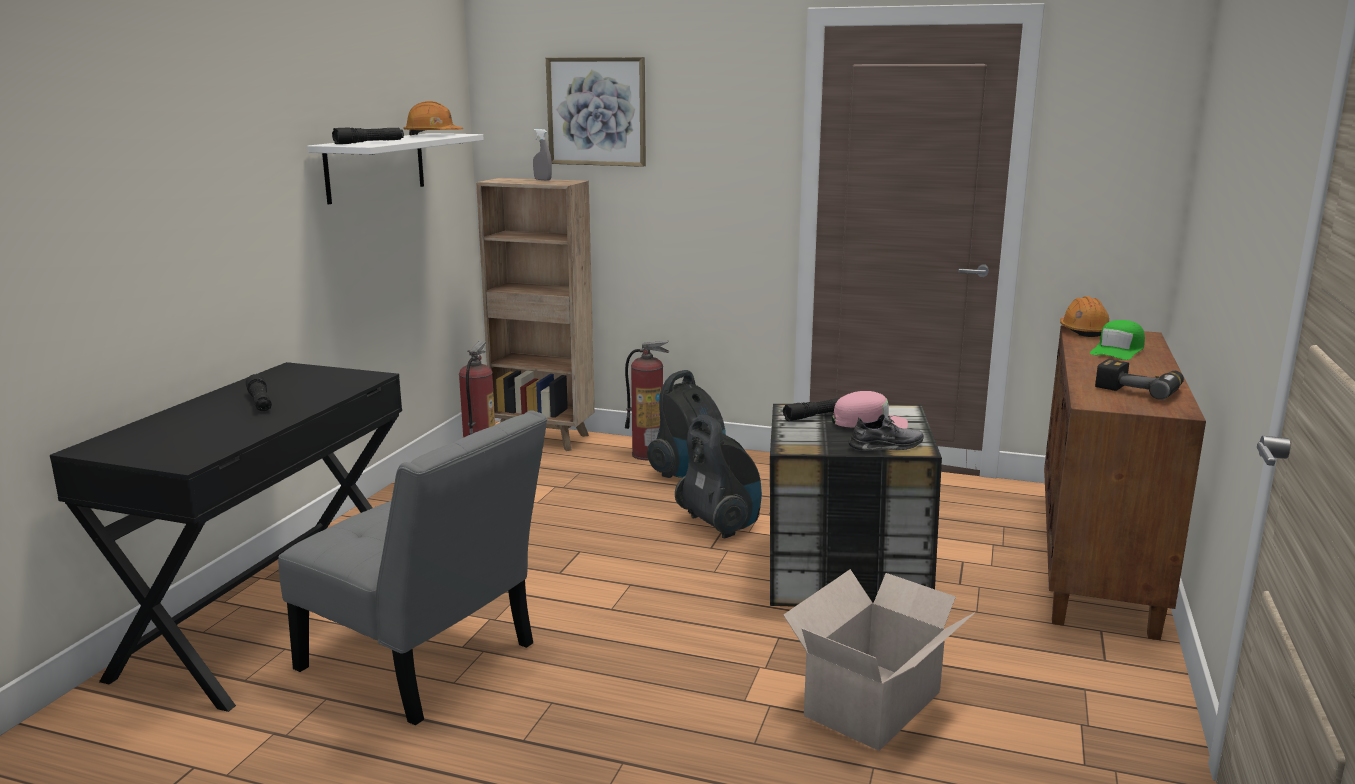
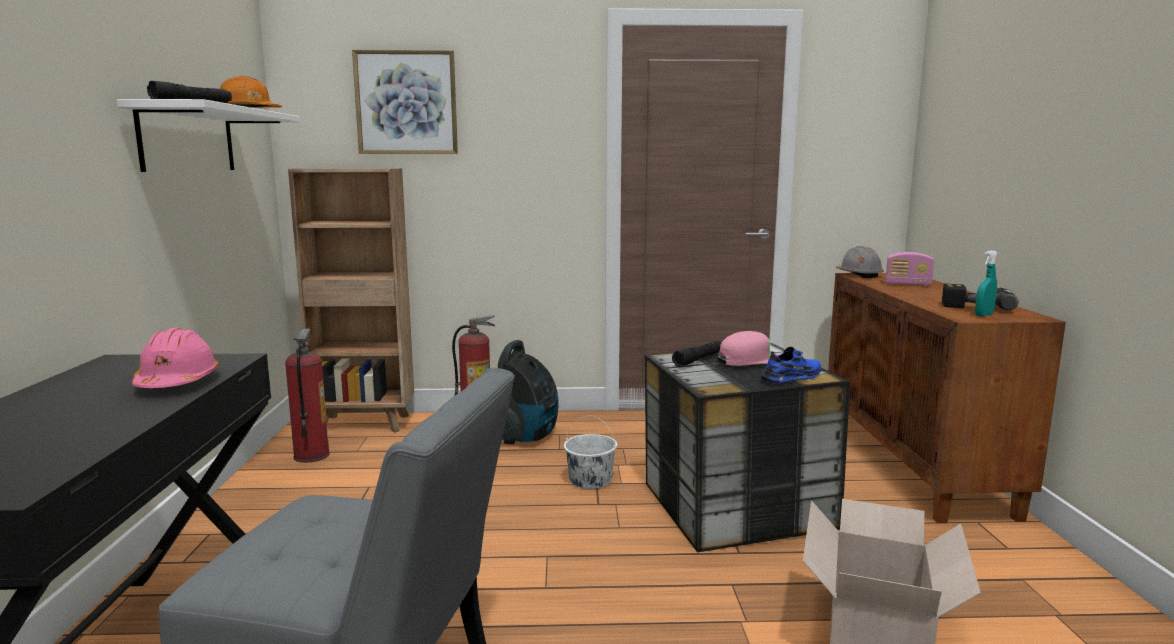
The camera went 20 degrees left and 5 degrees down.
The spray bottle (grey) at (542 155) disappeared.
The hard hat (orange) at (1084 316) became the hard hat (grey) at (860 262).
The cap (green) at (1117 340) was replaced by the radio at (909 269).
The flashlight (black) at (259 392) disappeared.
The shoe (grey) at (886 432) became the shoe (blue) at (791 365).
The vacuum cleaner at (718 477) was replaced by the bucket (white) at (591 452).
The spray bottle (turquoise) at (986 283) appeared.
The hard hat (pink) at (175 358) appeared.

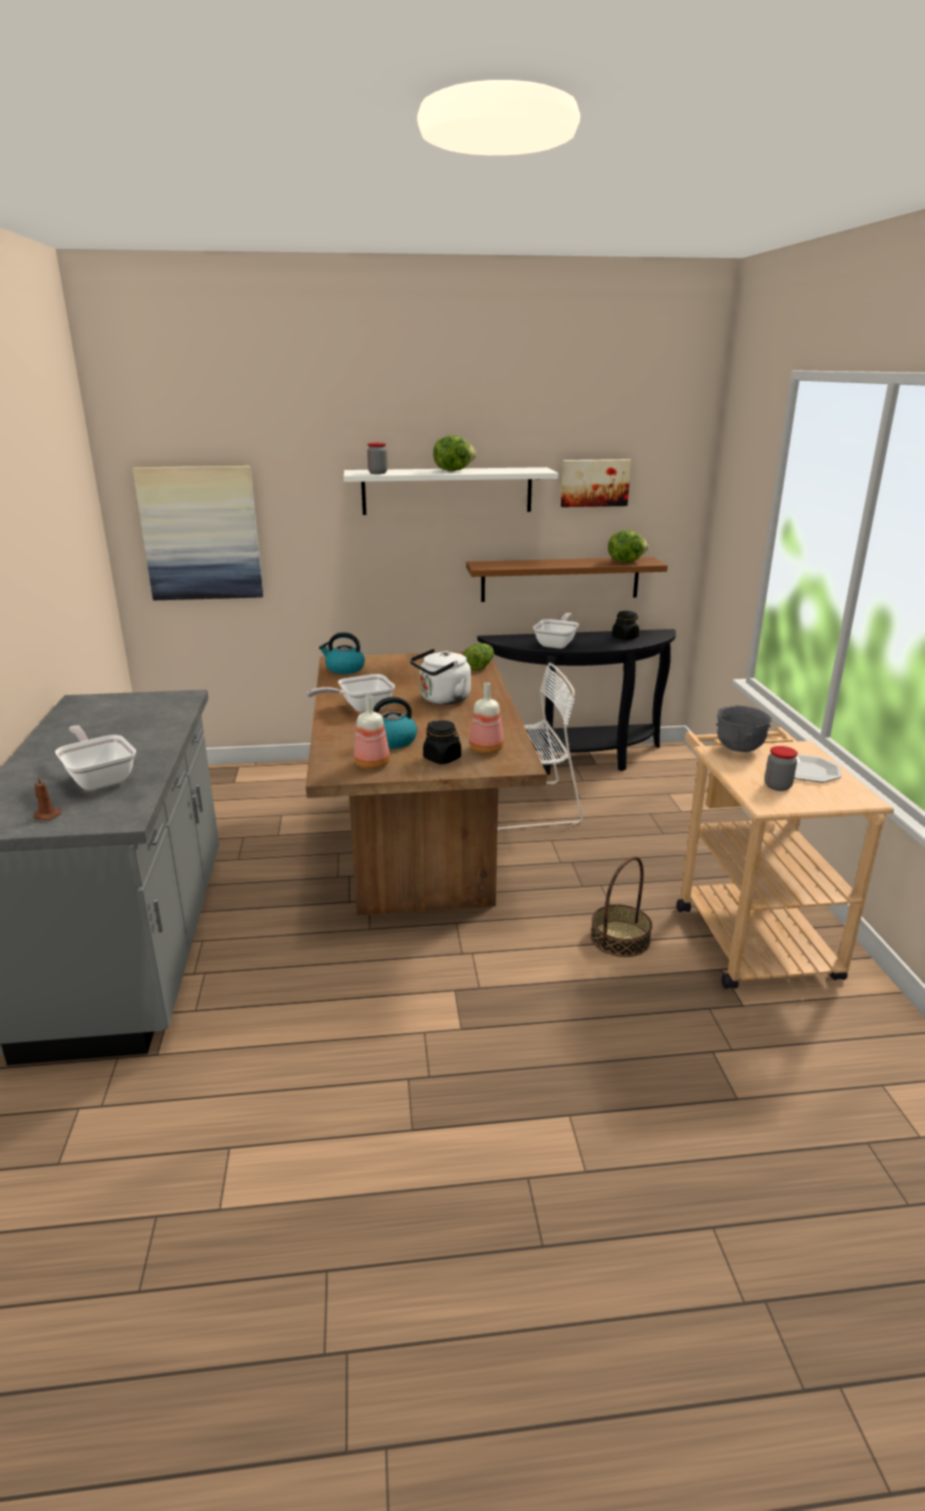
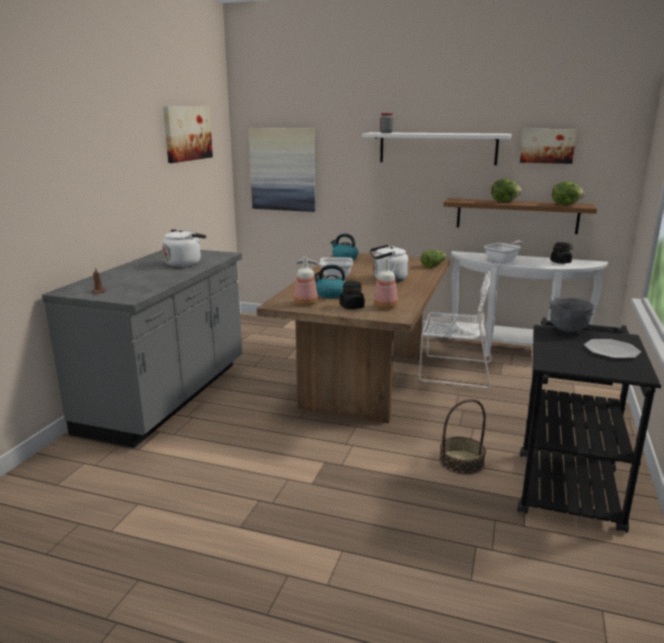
The camera went 25 degrees right and 5 degrees down.
The lettuce moved from (454 453) to (506 190).
The console table (black) at (576 702) became the console table (white) at (528 304).
The frying pan at (95 757) disappeared.
The cart (beige) at (785 858) became the cart (black) at (589 425).
The jar at (781 768) disappeared.
The picture at (188 134) appeared.
The kettle (white) at (184 248) appeared.

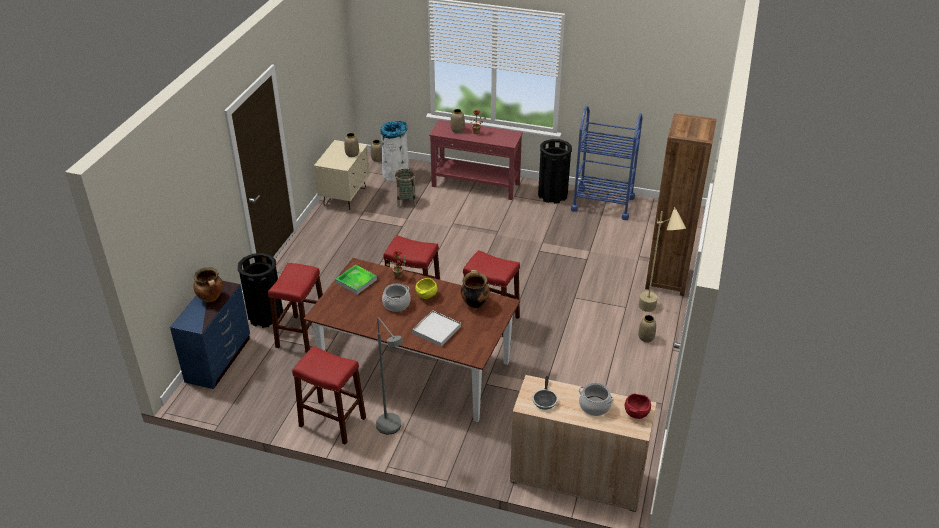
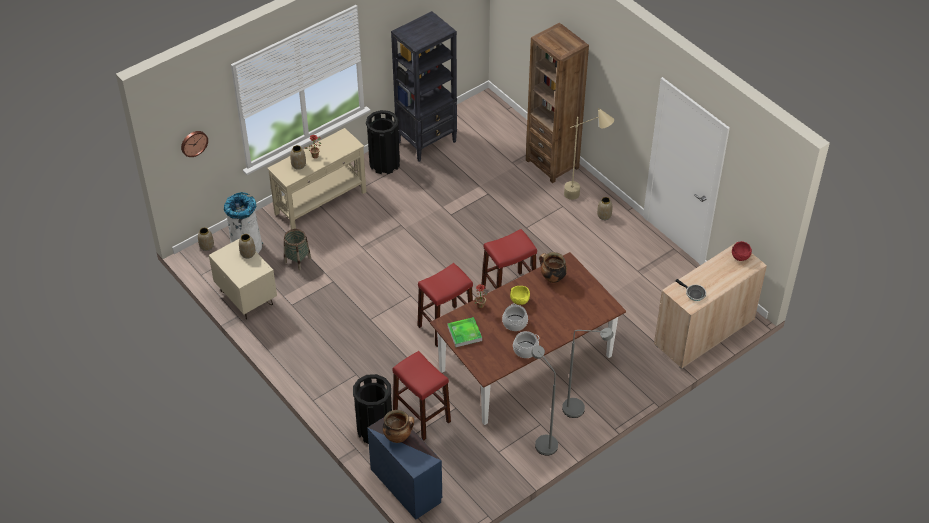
The camera went 55 degrees left and 10 degrees up.
The cart (blue) at (607 163) was replaced by the bookcase (black) at (424 86).
The console table (red) at (476 160) became the console table (beige) at (316 178).
The tray (white) at (436 328) disappeared.
The stool (red) at (329 395) was replaced by the floor lamp (grey) at (544 400).
The cooking pot moved from (596 399) to (526 344).
The wall clock at (194 144) appeared.

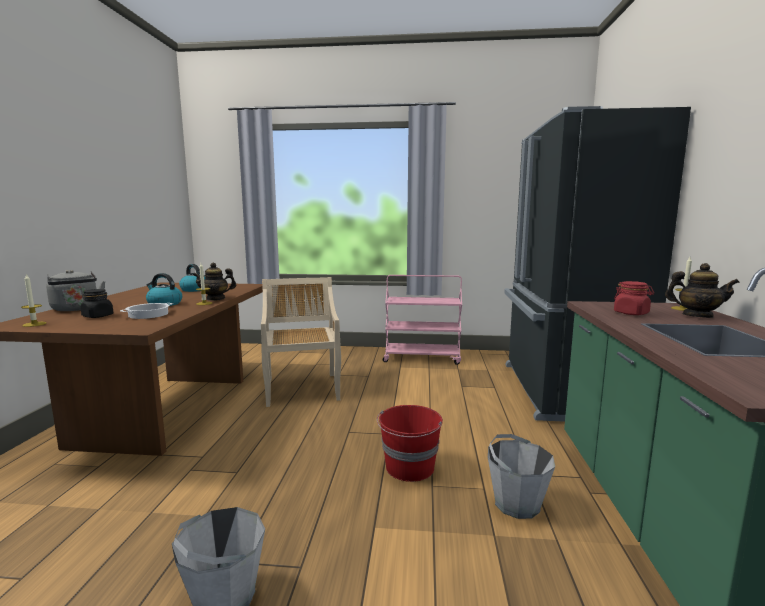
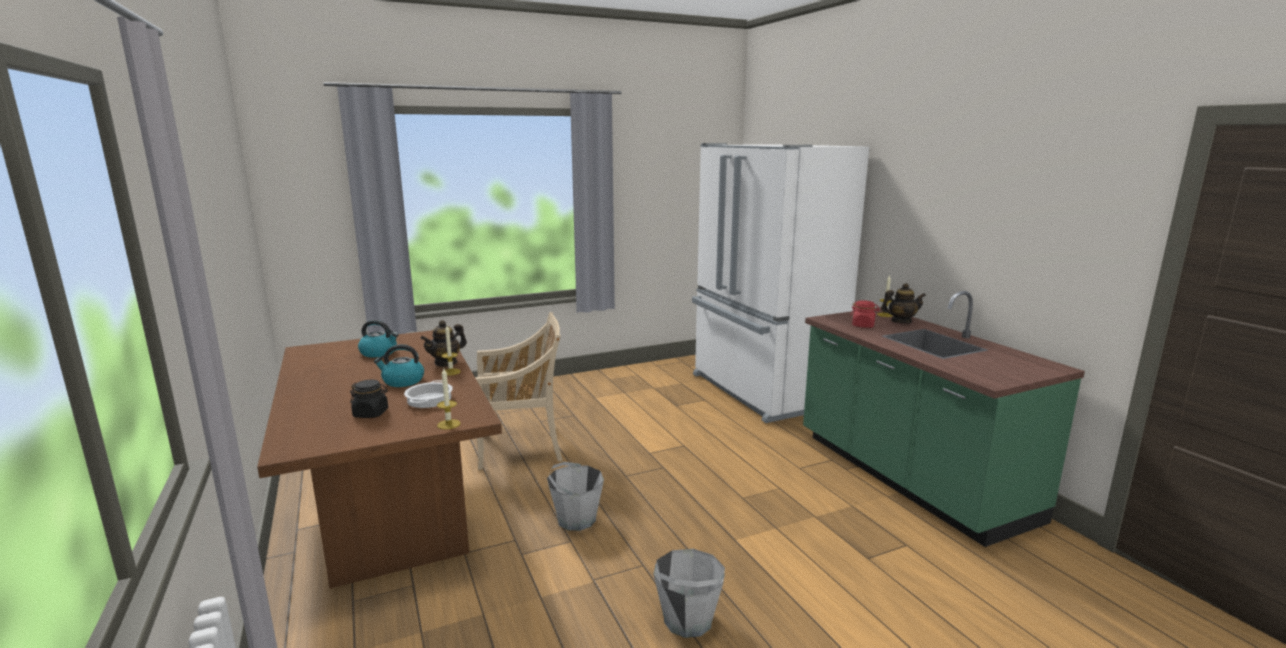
The camera went 30 degrees left and 5 degrees up.
The fridge (black) at (597 264) became the fridge (white) at (780 283).
The kettle (grey) at (76 290) disappeared.
The candle moved from (33 300) to (449 399).
The cart (pink) at (422 320) disappeared.
The chair (beige) at (301 342) turned 120 degrees clockwise.
The bucket (red) at (410 443) disappeared.
The bucket (grey) moved from (521 476) to (575 496).

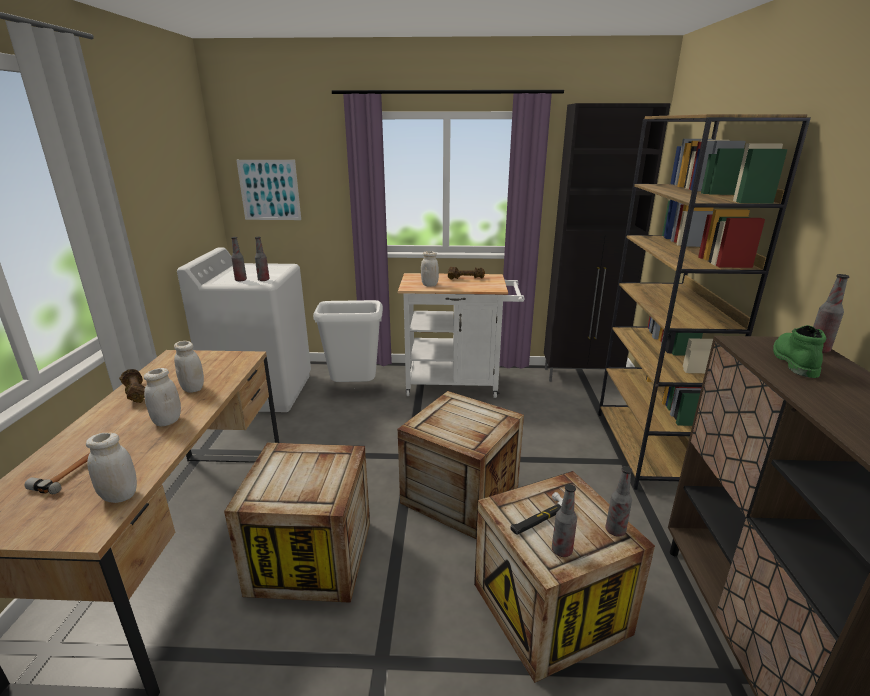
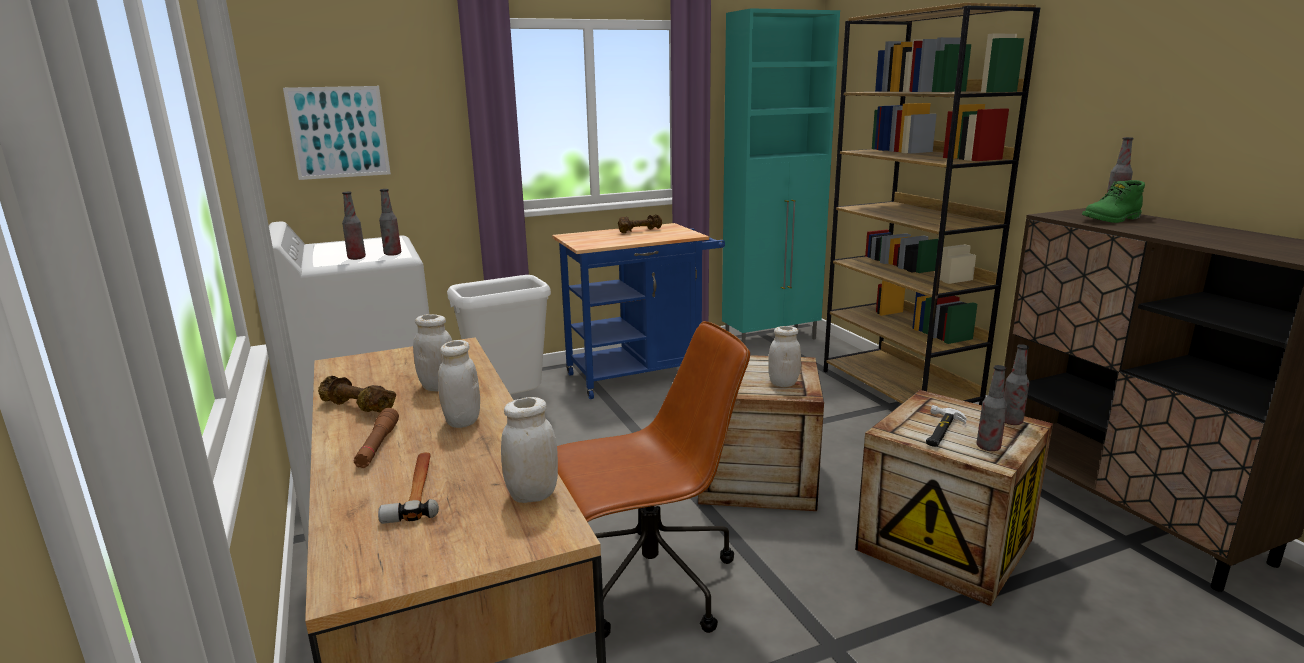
The camera went 25 degrees left and 5 degrees down.
The cabinet (black) at (607 242) became the cabinet (turquoise) at (781 176).
The jar (white) moved from (430 269) to (784 356).
The cart (white) at (461 335) became the cart (blue) at (638 311).
The boot (green) at (799 351) turned 105 degrees counterclockwise.
The crate at (297 523) was replaced by the office chair (brown) at (653 479).
The flashlight (brown) at (376 438) appeared.

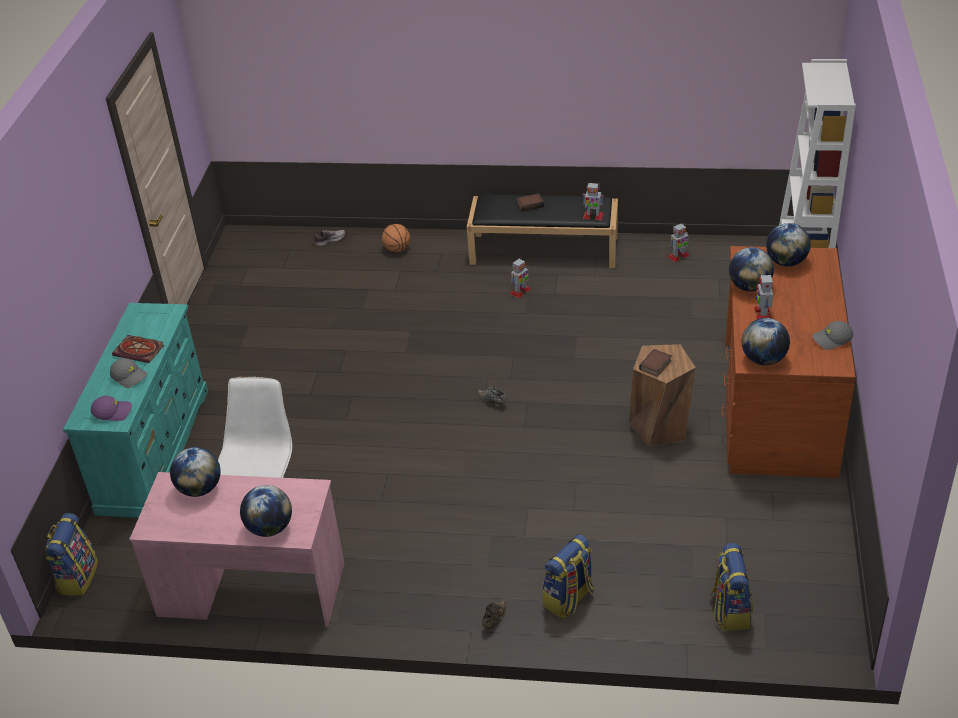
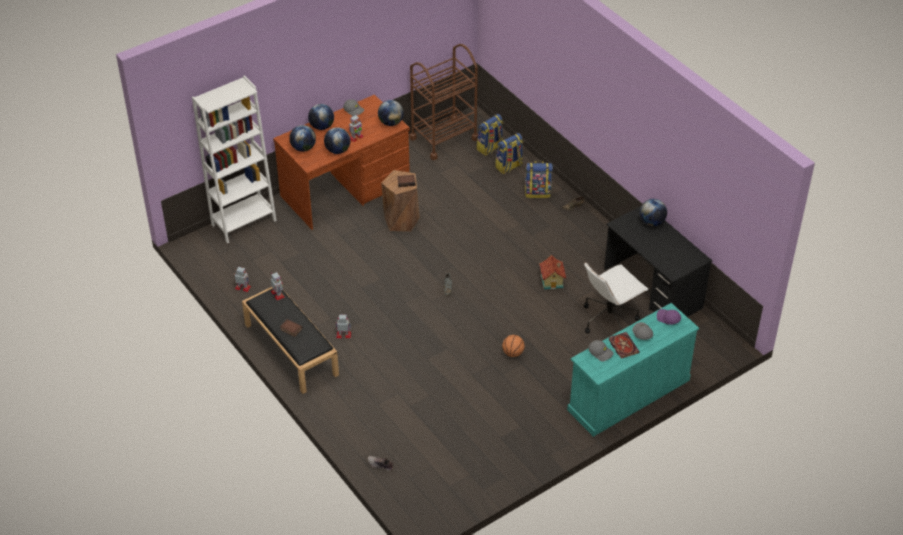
The camera went 135 degrees left and 5 degrees up.
The basketball moved from (396 238) to (513 346).
The globe moved from (195 472) to (321 117).
The desk (pink) at (236 549) became the desk (black) at (658 261).
The backpack moved from (71 554) to (509 153).
The cart (brown) at (443 102) appeared.
The toy house at (552 272) appeared.
The cap (grey) at (601 351) appeared.

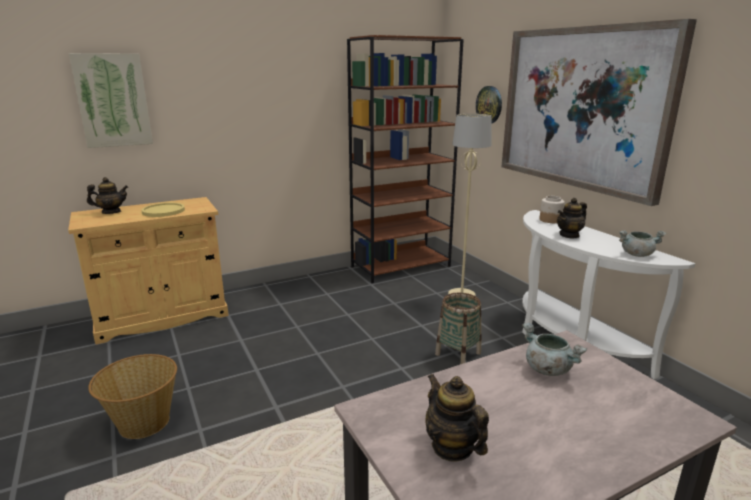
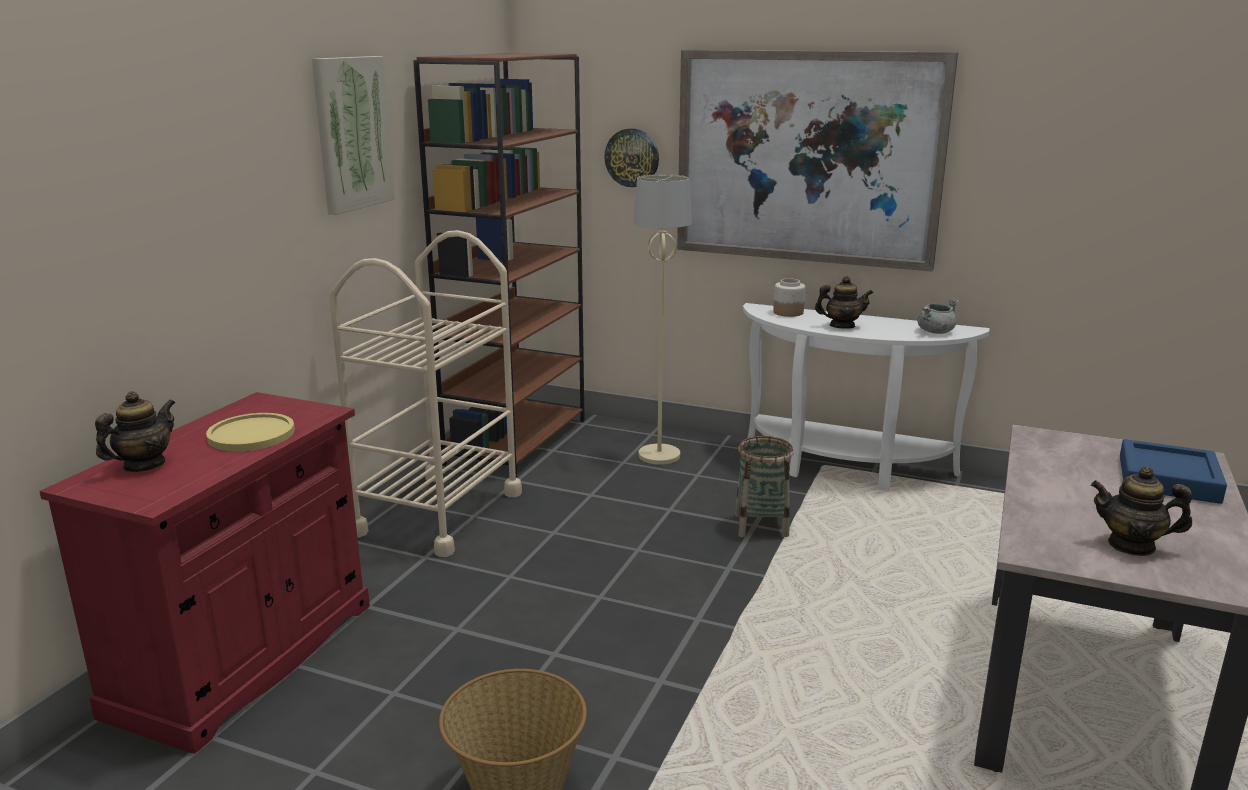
The camera went 40 degrees left and 0 degrees up.
The picture moved from (111 100) to (353 135).
The cabinet (beige) at (148 270) became the cabinet (red) at (204 573).
The teapot at (572 218) turned 105 degrees counterclockwise.
The cooking pot (grey) at (554 349) disappeared.
The cart (beige) at (425 393) appeared.
The tray (blue) at (1173 471) appeared.

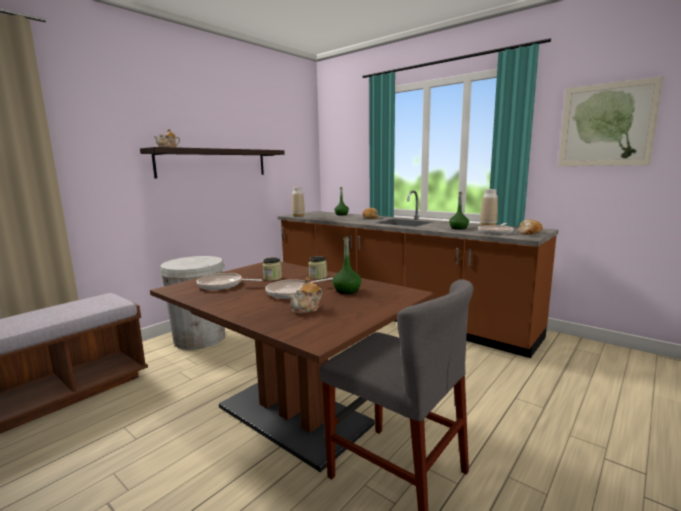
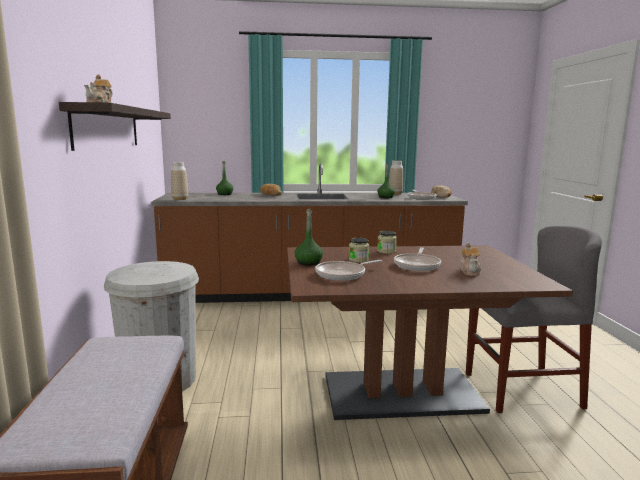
The camera went 45 degrees left and 0 degrees up.
The picture at (611 121) disappeared.
The bottle (green) moved from (347 265) to (309 237).

